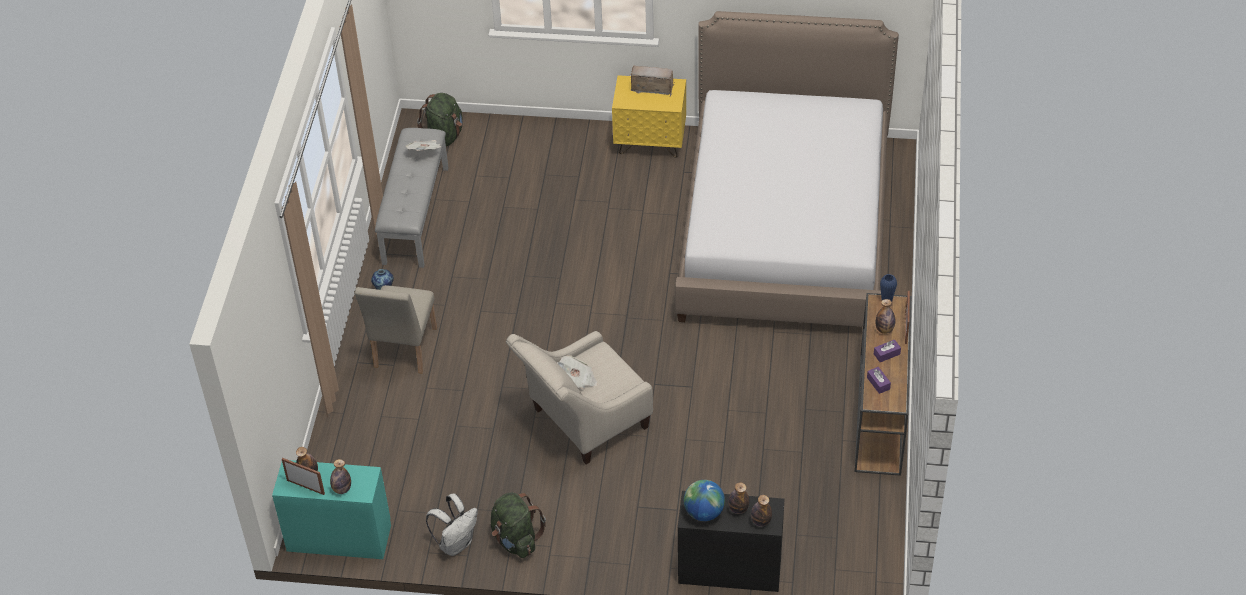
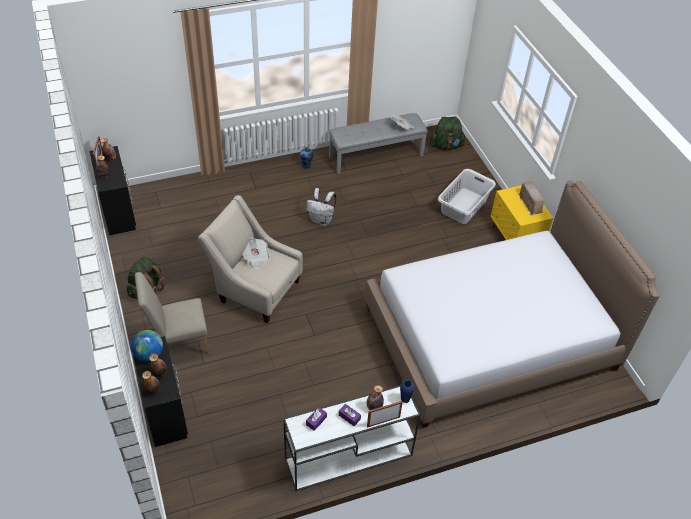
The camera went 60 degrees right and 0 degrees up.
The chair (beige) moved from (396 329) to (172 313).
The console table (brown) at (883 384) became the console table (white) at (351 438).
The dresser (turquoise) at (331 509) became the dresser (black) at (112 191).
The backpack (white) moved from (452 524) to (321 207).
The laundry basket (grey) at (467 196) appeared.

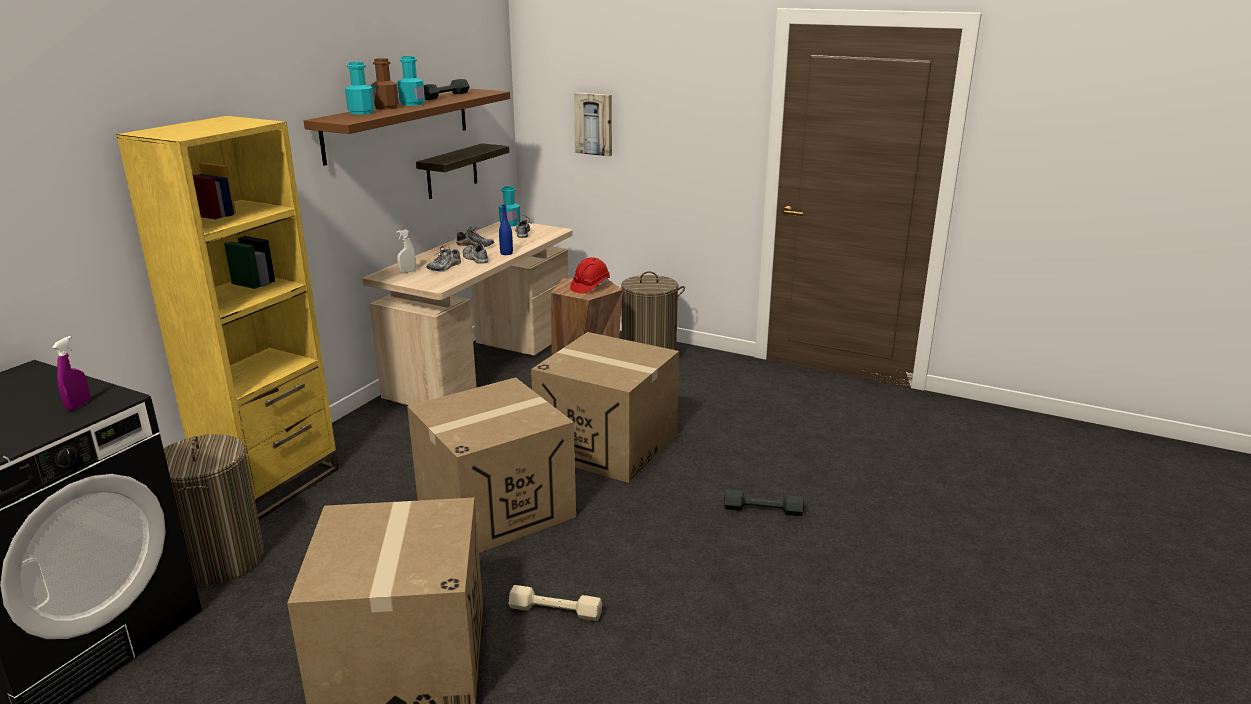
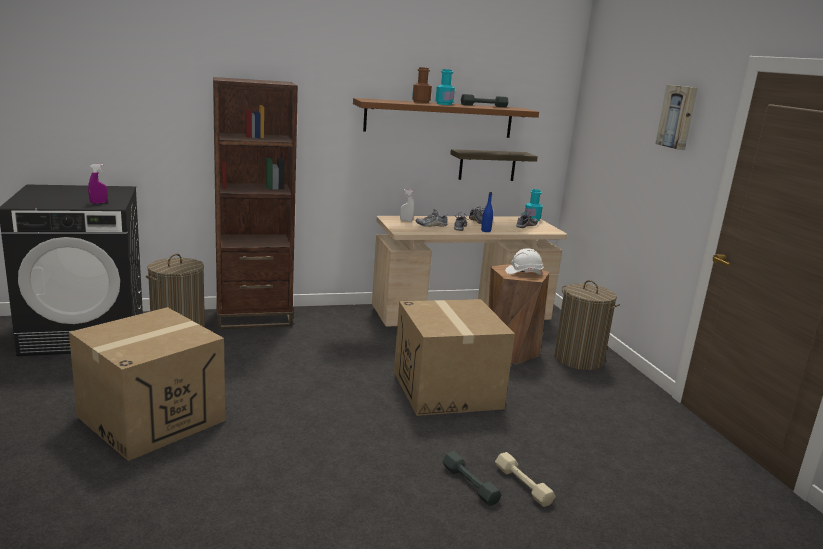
The camera went 45 degrees right and 5 degrees down.
The bottle (turquoise) at (360 88) disappeared.
The picture moved from (593 124) to (676 117).
The bookcase (yellow) at (227 318) became the bookcase (brown) at (255 203).
The hard hat (red) at (590 275) became the hard hat (white) at (524 261).
The cardboard box at (491 465) disappeared.
The dumbbell (beige) moved from (555 603) to (525 479).

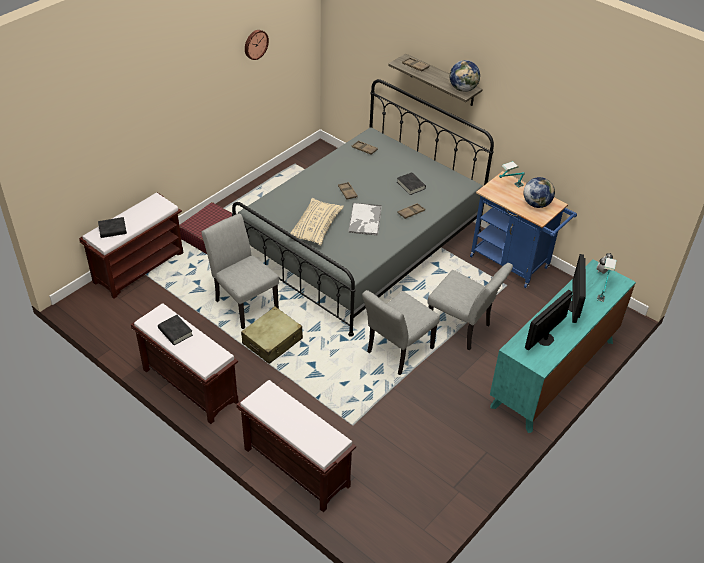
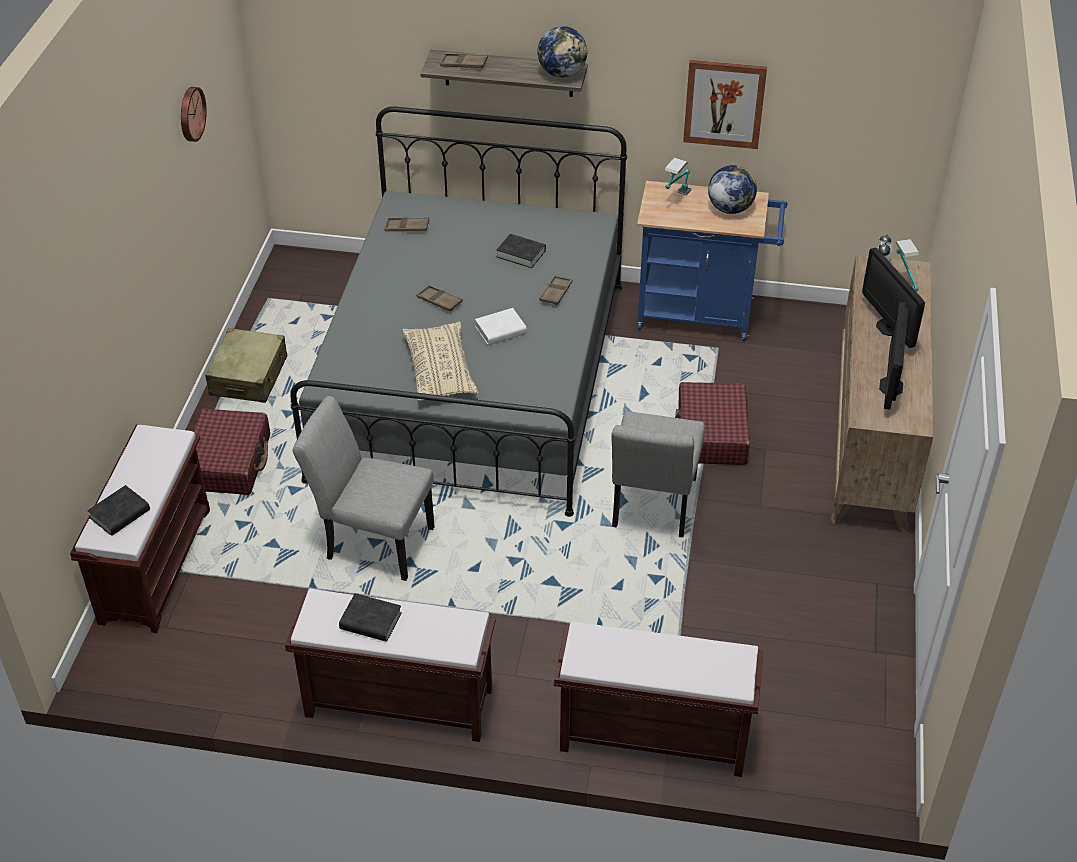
The camera went 30 degrees left and 0 degrees up.
The tray at (365 219) was replaced by the book (white) at (501 326).
The dresser (turquoise) at (563 346) became the dresser (brown) at (881 394).
The chair (grey) at (470 306) was replaced by the suitcase (red) at (712 423).
The suitcase (beige) moved from (272 335) to (246 365).
The picture at (725 104) appeared.

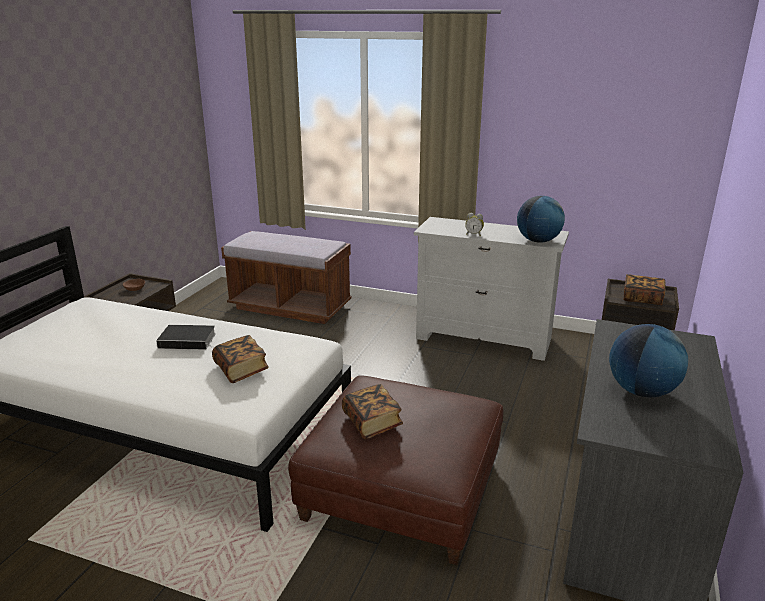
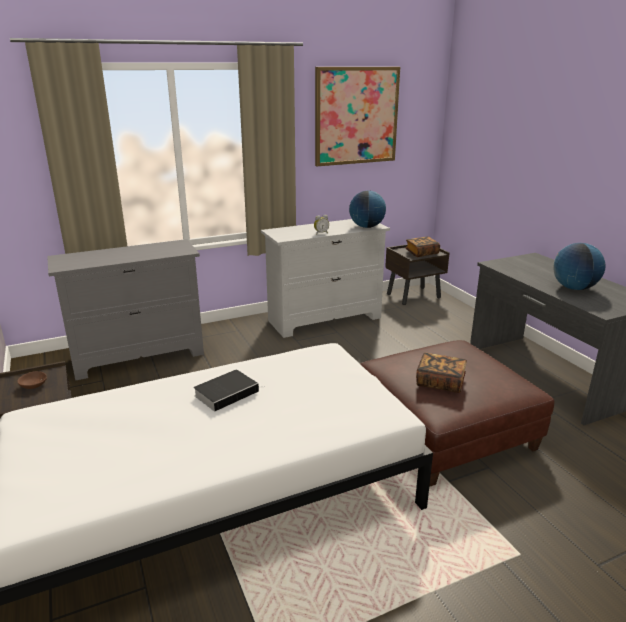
The camera went 45 degrees left and 0 degrees up.
The bench (brown) at (286 277) was replaced by the dresser (grey) at (125 310).
The book at (240 359) disappeared.
The picture at (357 116) appeared.

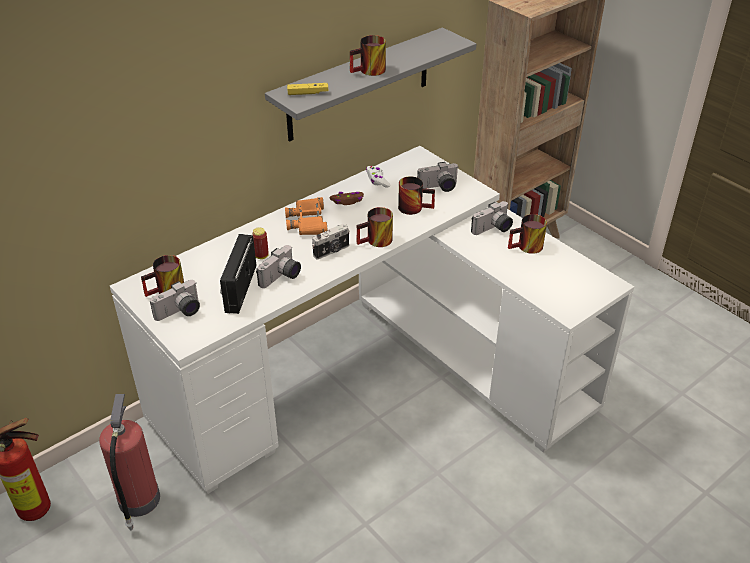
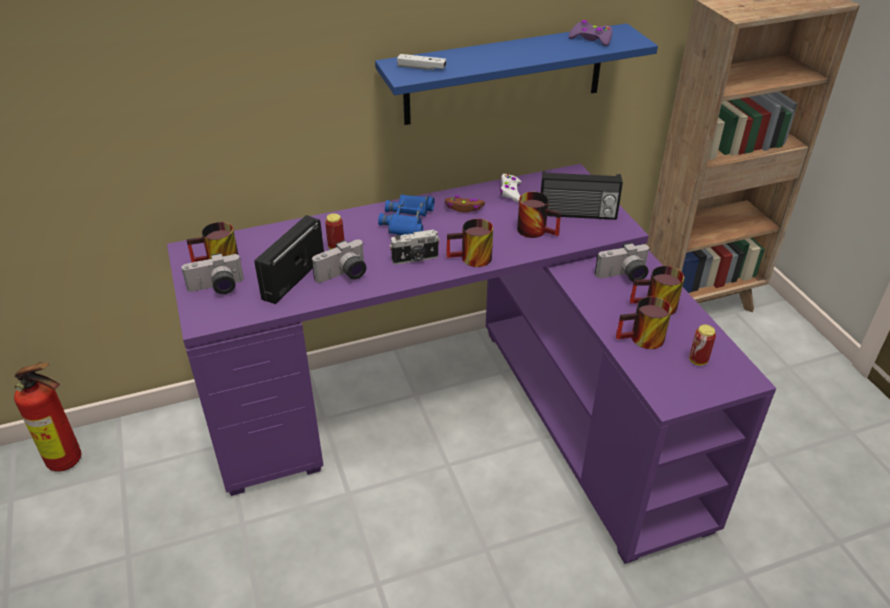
The camera went 20 degrees right and 0 degrees up.
The shelf (grey) at (370 84) became the shelf (blue) at (516 74).
The mug moved from (368 55) to (644 323).
The game controller (yellow) at (307 89) became the game controller (white) at (421 62).
The desk (white) at (372 320) became the desk (purple) at (471 364).
The photo camera at (437 177) was replaced by the radio at (582 195).
The binoculars (orange) at (306 216) became the binoculars (blue) at (406 214).
The fire extinguisher at (129 462) disappeared.
The game controller (purple) at (590 33) appeared.
The can at (702 345) appeared.

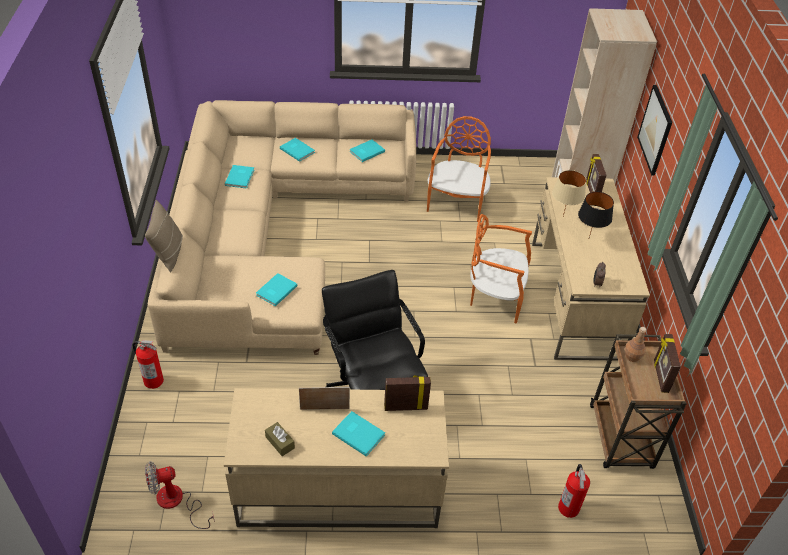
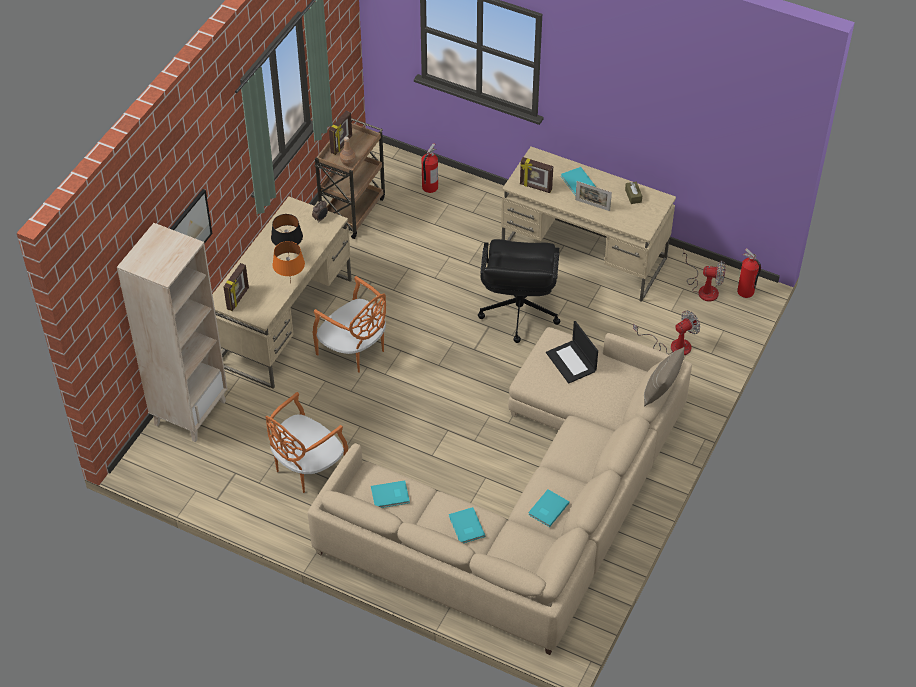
The camera went 150 degrees left and 5 degrees up.
The table lamp (beige) at (569 193) became the table lamp (orange) at (289 262).
The book (turquoise) at (277 289) was replaced by the laptop at (572 352).
The fire extinguisher moved from (148 364) to (749 273).
The fan at (667 333) appeared.

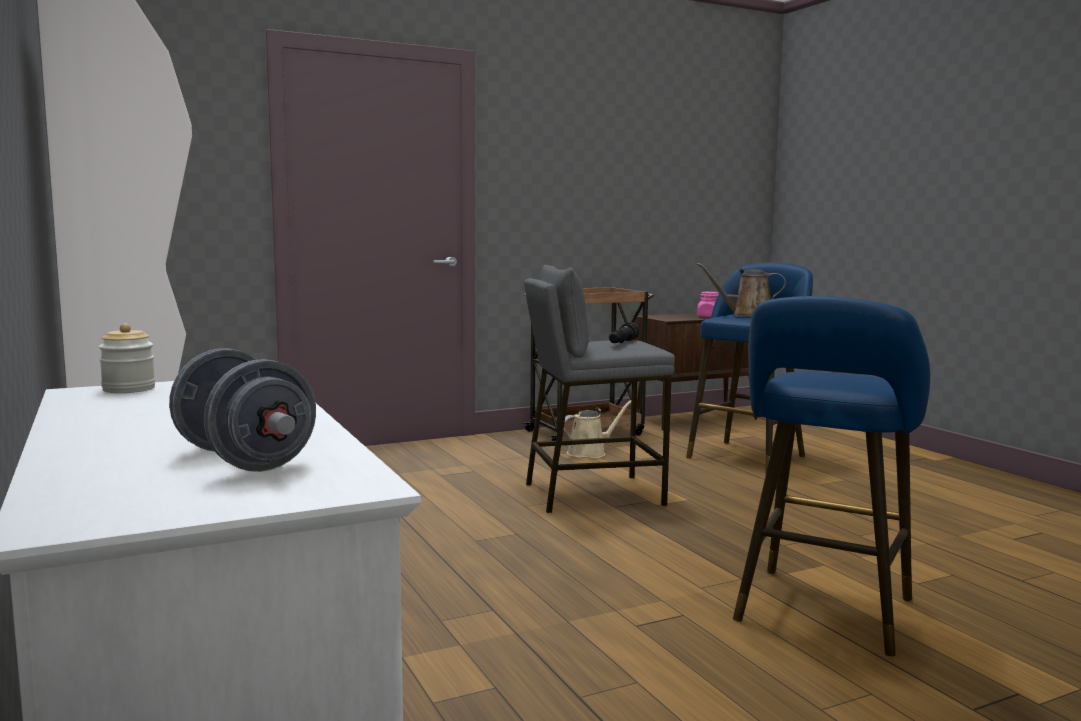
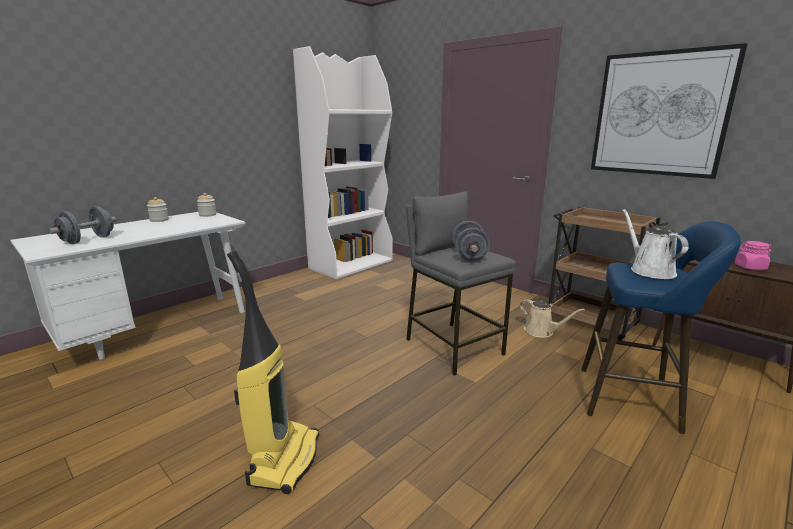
The camera went 70 degrees right and 10 degrees up.
The watering can (brown) at (741 290) became the watering can (white) at (655 244).
The stool (blue) at (831 476) was replaced by the vacuum cleaner at (273 372).
The flashlight (black) at (624 332) was replaced by the dumbbell (grey) at (471 241).
The picture at (669 111) appeared.
The jar at (158 209) appeared.

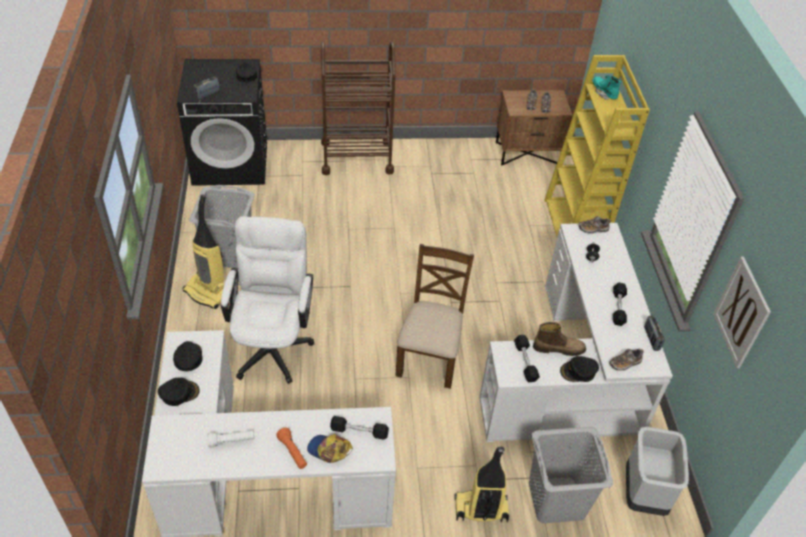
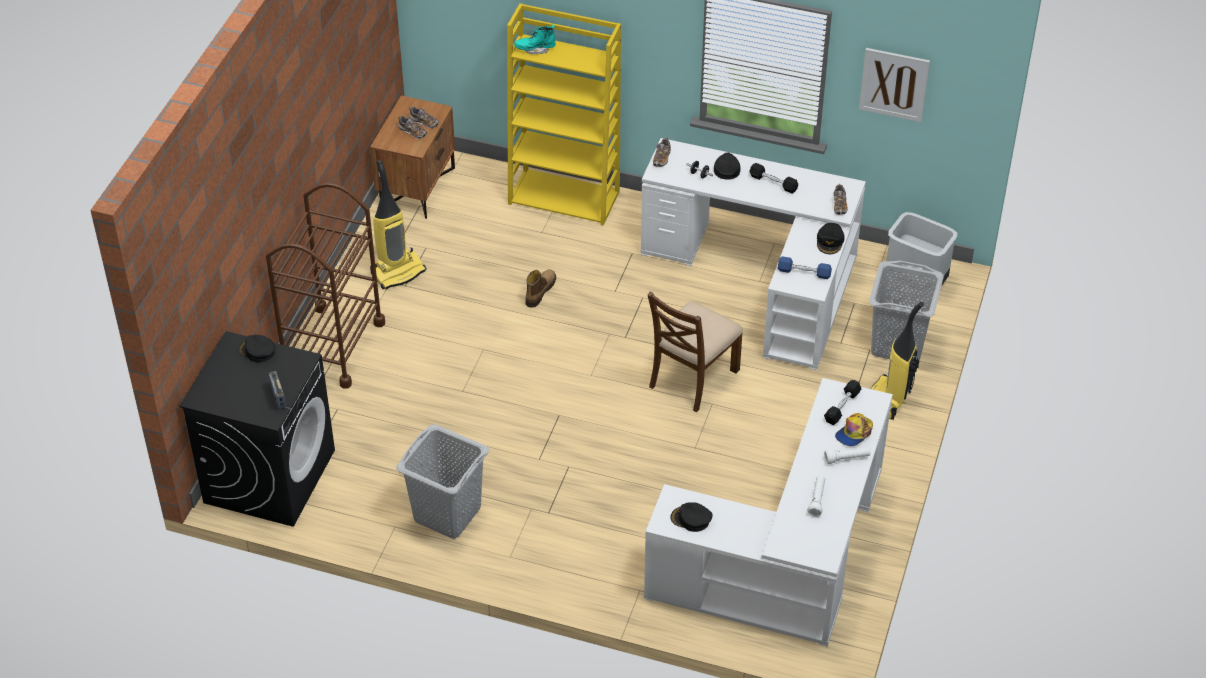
The camera went 65 degrees left and 0 degrees up.
The vacuum cleaner moved from (203 252) to (398 224).
The office chair (white) at (267 300) disappeared.
The chair (brown) at (434 316) turned 90 degrees counterclockwise.
The radio at (654 333) disappeared.
The boot moved from (559 339) to (540 288).
The dumbbell (black) at (527 358) became the dumbbell (blue) at (805 267).
The cap (black) moved from (179 392) to (727 166).
The flashlight (orange) at (291 448) became the flashlight (white) at (847 455).

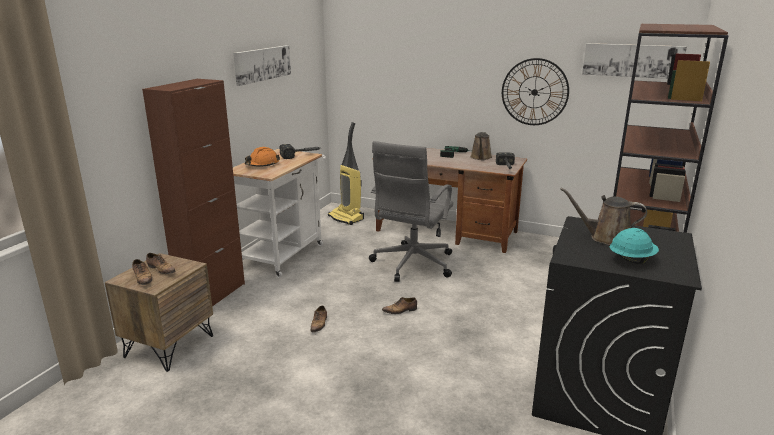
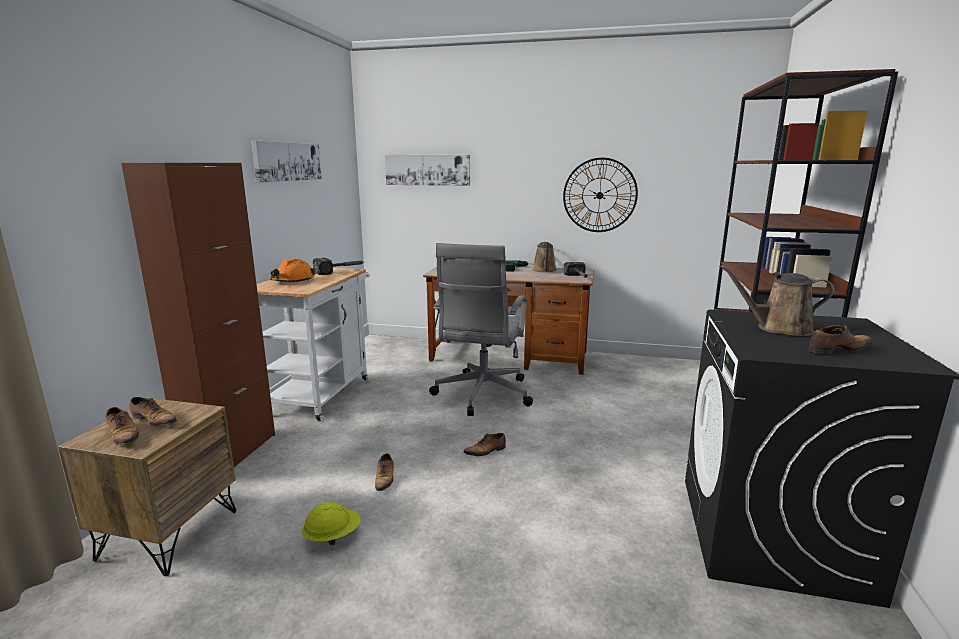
The camera went 10 degrees left and 5 degrees down.
The picture moved from (634 61) to (427 170).
The vacuum cleaner at (346 173) disappeared.
The hard hat (turquoise) at (634 246) was replaced by the shoe at (840 339).
The hard hat (yellow) at (331 524) appeared.

